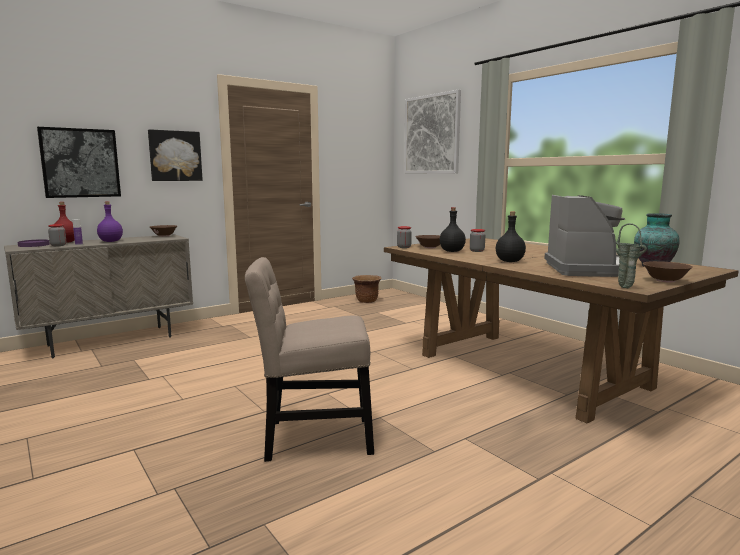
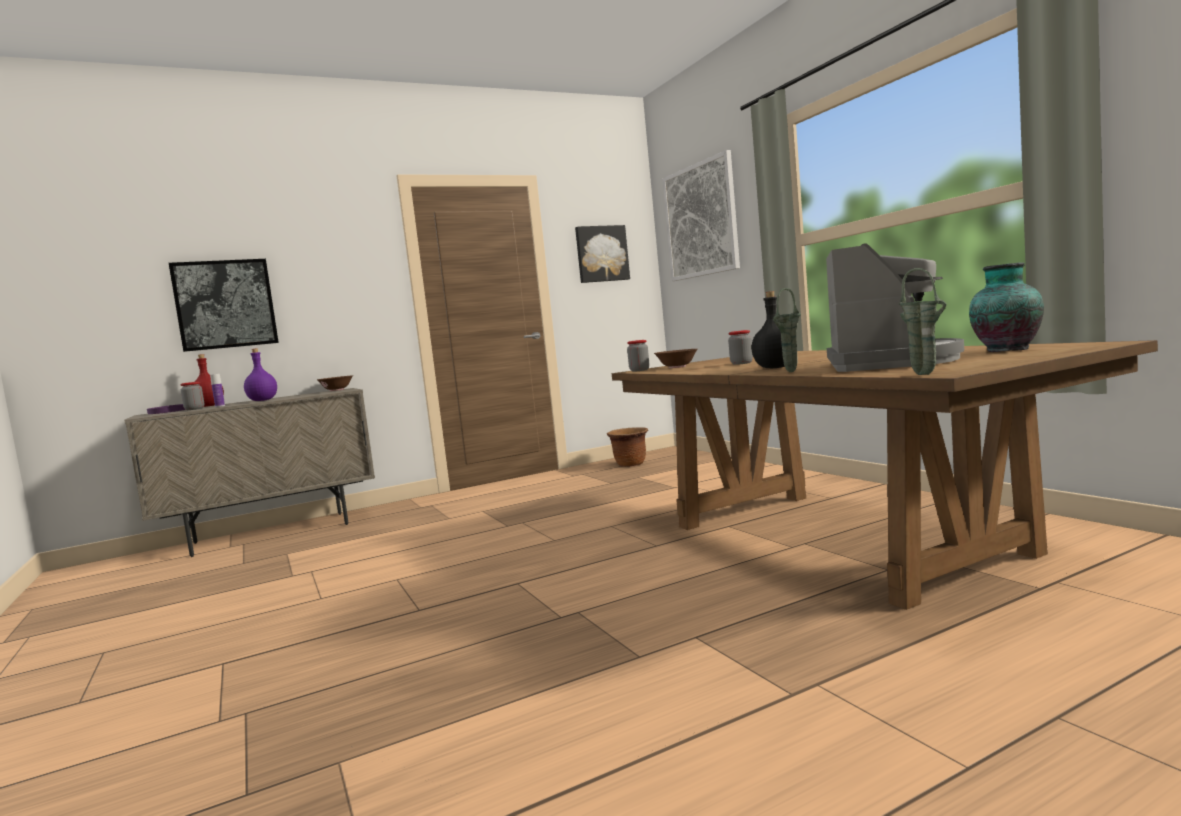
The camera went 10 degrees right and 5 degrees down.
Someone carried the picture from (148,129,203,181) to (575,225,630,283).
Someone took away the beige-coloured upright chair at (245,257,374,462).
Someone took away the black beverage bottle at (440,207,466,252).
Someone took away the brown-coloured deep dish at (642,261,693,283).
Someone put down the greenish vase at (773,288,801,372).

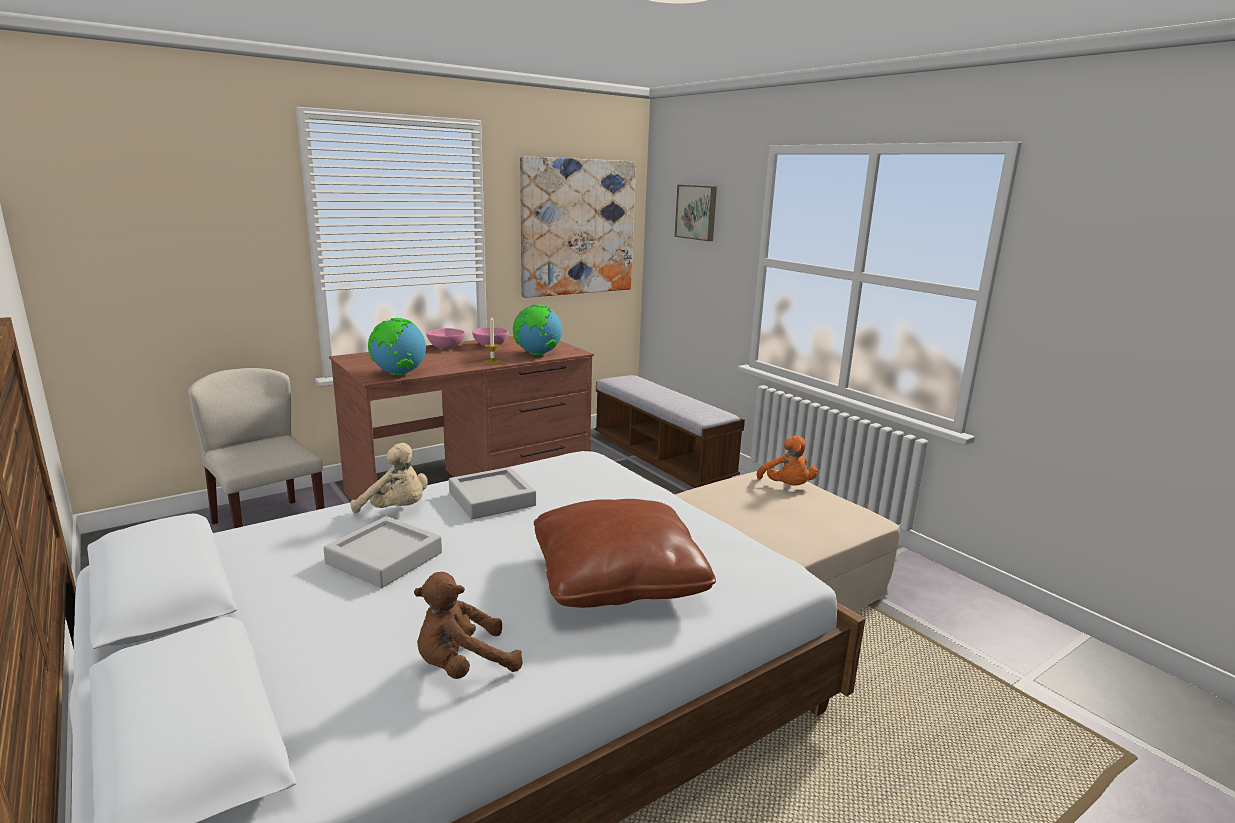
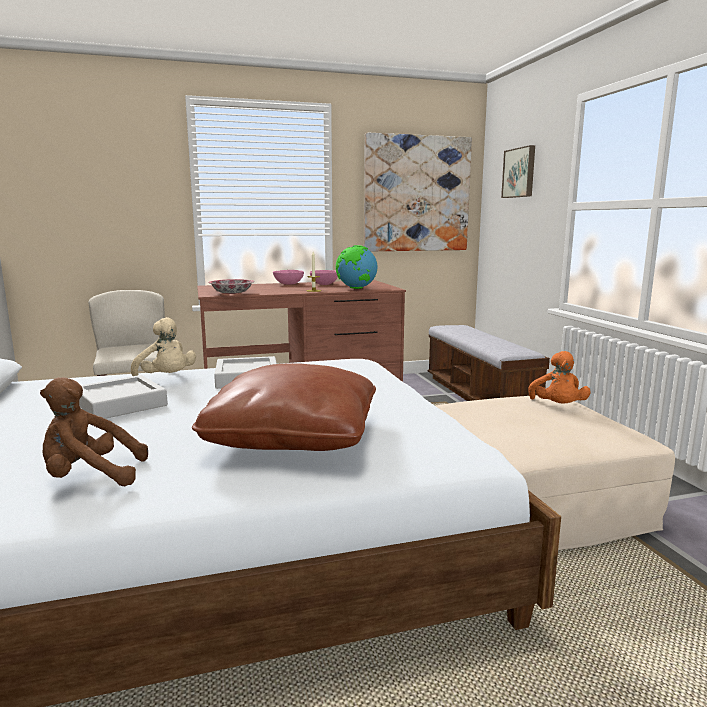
The camera went 20 degrees right and 5 degrees down.
Someone swapped the desk globe at (368,318,426,375) for the deep dish at (209,279,254,294).

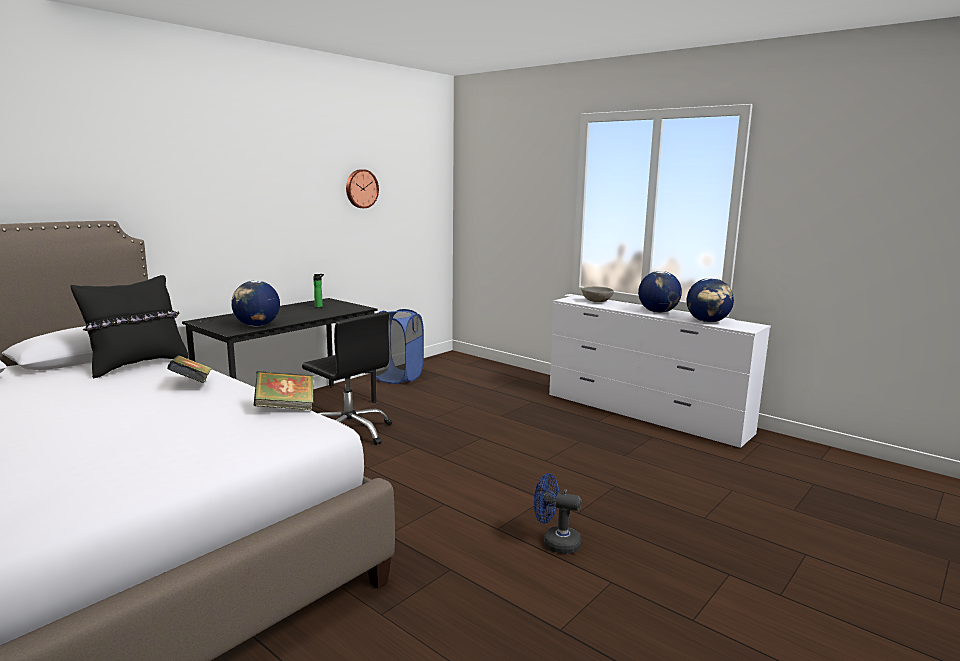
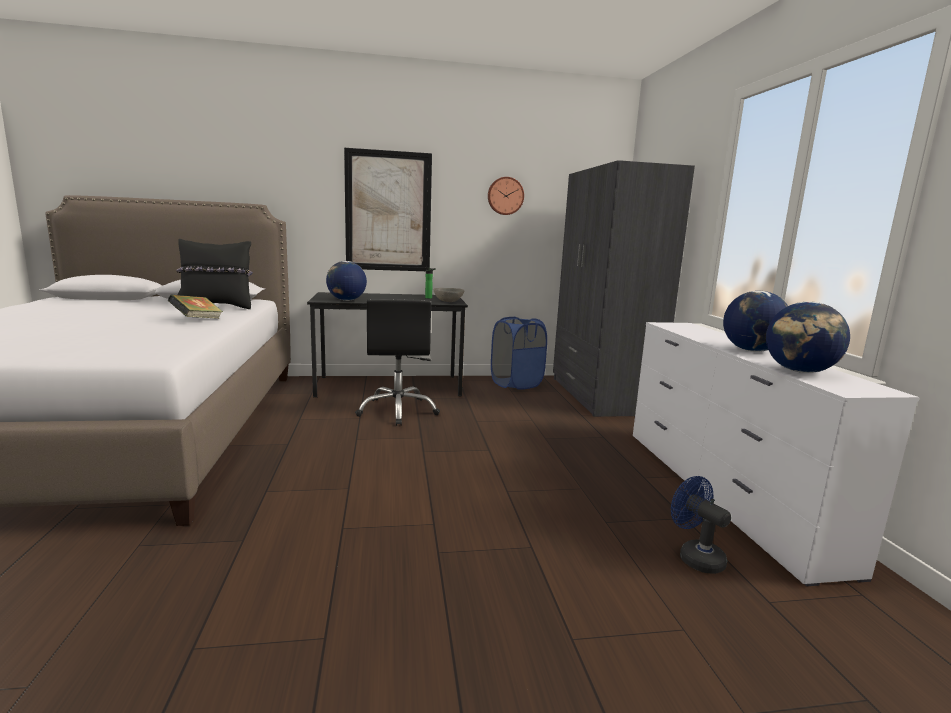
The camera went 40 degrees right and 0 degrees up.
Someone took away the book at (254,371,314,410).
Someone carried the blue-coloured fan from (534,473,581,554) to (671,476,731,574).
Someone carried the grey deep dish from (581,287,614,302) to (433,288,464,302).
Someone put up the picture at (344,148,432,271).
Someone put down the grey clothes cupboard at (553,160,695,417).

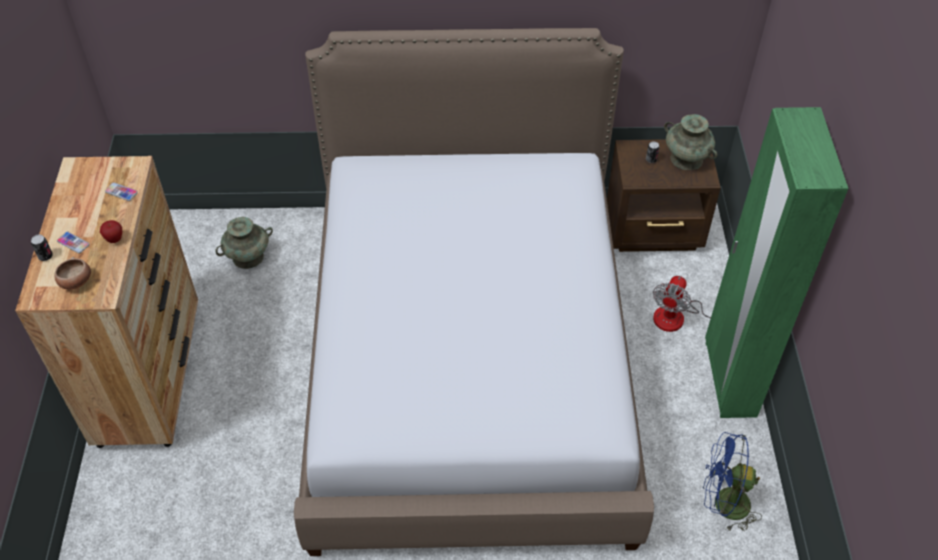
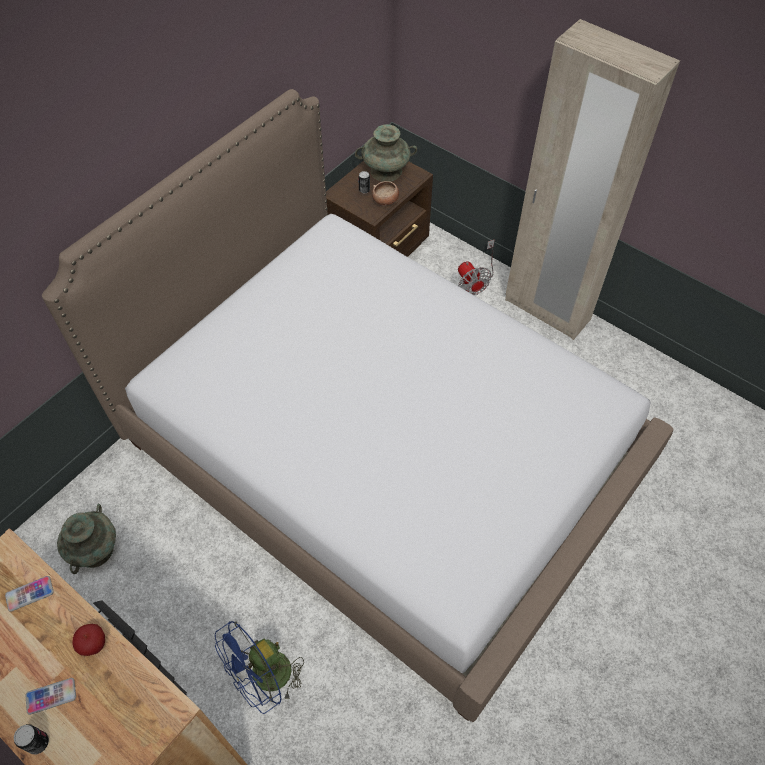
The camera went 50 degrees left and 5 degrees up.
Someone carried the deep dish from (54,257,91,289) to (372,181,399,206).
Someone carried the blue-coloured fan from (703,432,762,532) to (215,621,304,714).
Someone repainted the greenish clothes cupboard at (705,107,848,418), which became the beige-coloured clothes cupboard at (505,19,680,340).

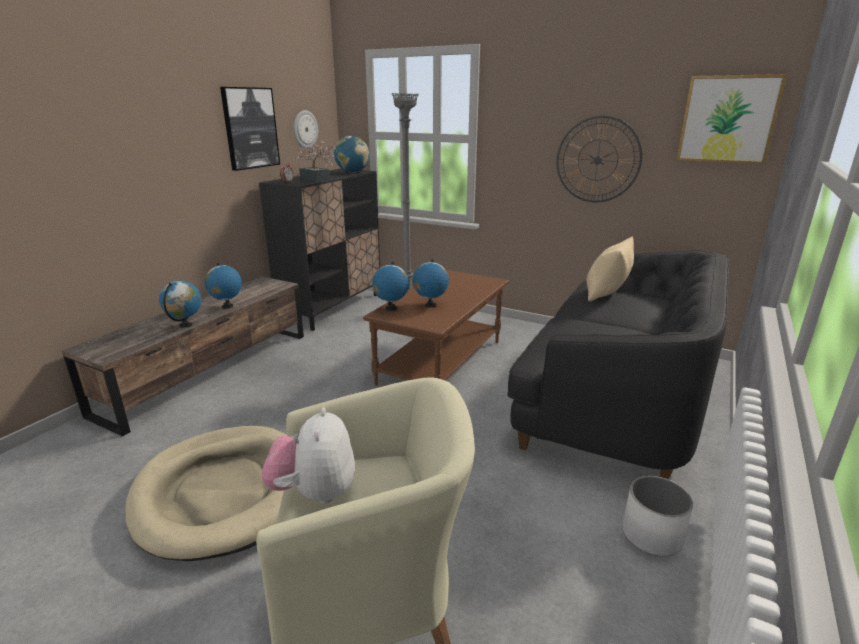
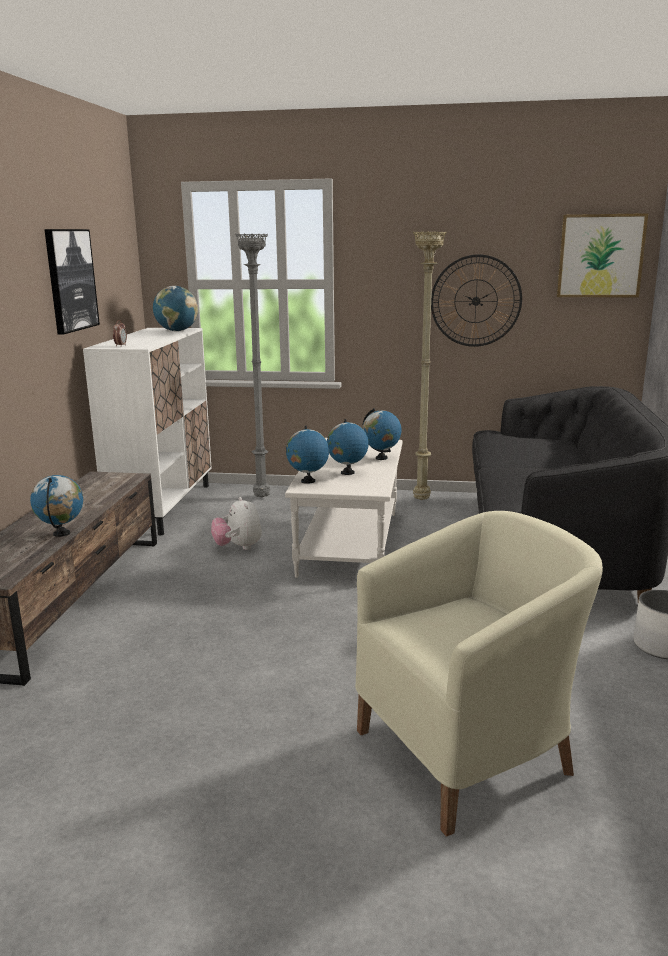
The camera went 20 degrees left and 5 degrees down.
Someone took away the beige-coloured dog cushion at (125,426,287,561).
Someone carried the desk globe from (205,263,242,309) to (362,408,402,460).
Someone repainted the black cupboard at (259,169,380,331), which became the white cupboard at (83,328,212,535).
Someone carried the cuddly toy from (261,407,355,504) to (211,497,262,550).
Someone took away the plant in a pot at (293,141,335,181).
Someone took away the hanging clock at (294,110,318,149).
Someone repainted the brown-coloured lounge table at (363,270,509,386), which became the white lounge table at (285,438,403,578).
Someone took away the beige-coloured cushion at (587,236,634,301).
Someone put down the beige-coloured standard lamp at (413,231,446,500).

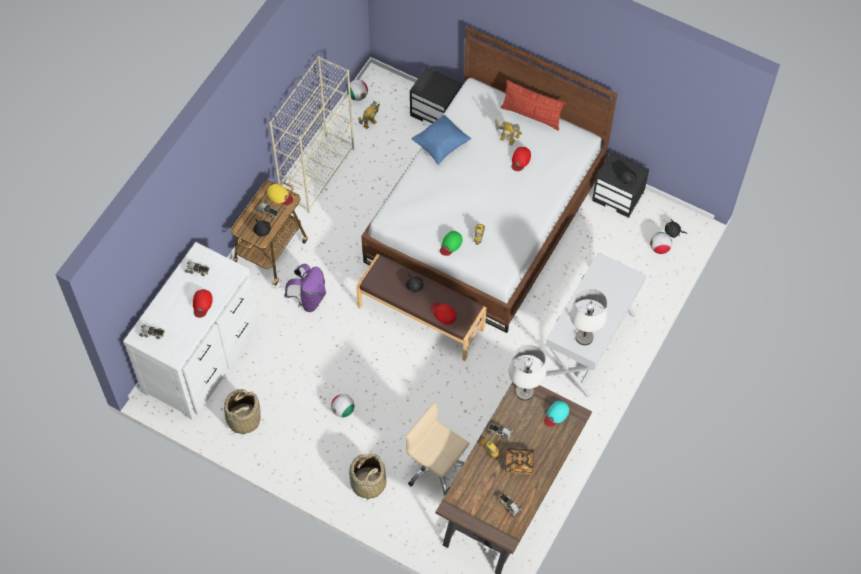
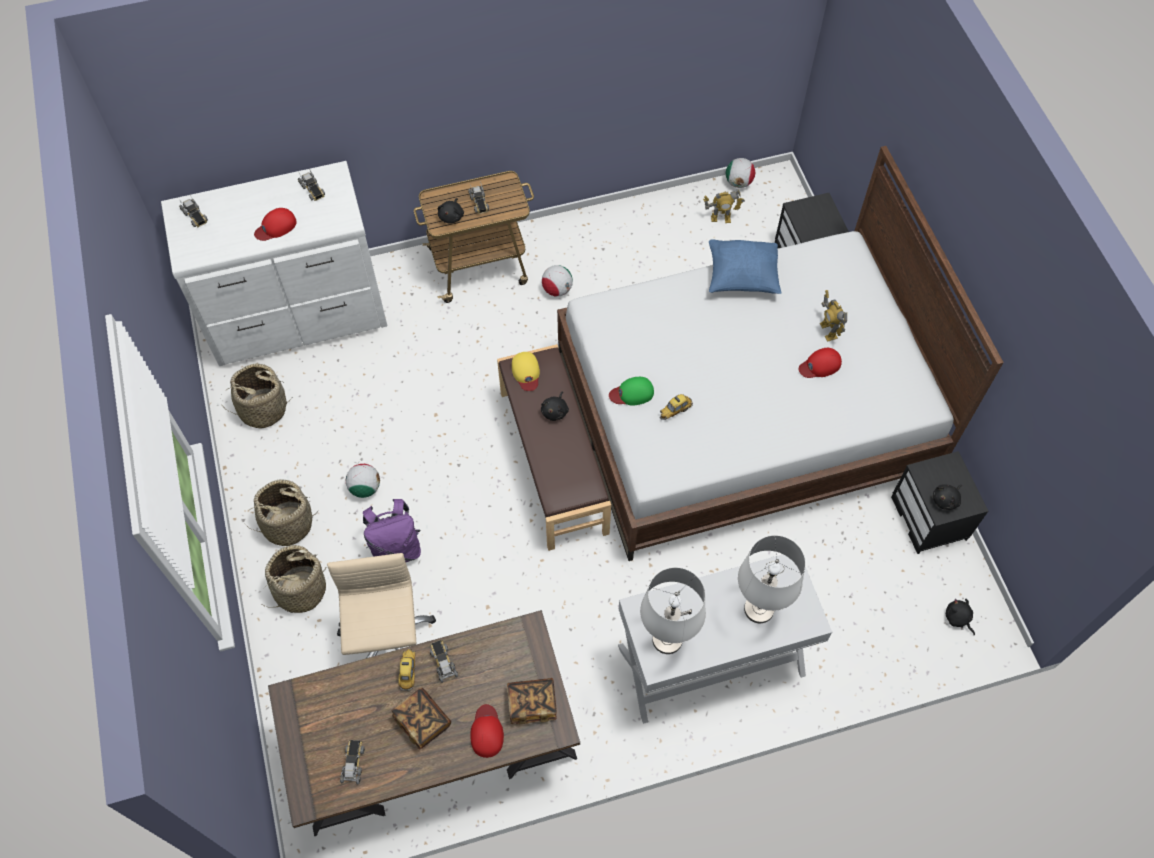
The camera went 45 degrees right and 0 degrees up.
Someone carried the yellow-coloured peaked cap from (267,184,293,205) to (512,352,540,391).
Someone took away the beige-coloured shelving unit at (269,56,354,213).
Someone carried the purplish knapsack from (284,264,326,312) to (363,499,421,562).
Someone carried the red peaked cap from (431,303,456,325) to (470,704,504,758).
Someone took away the cushion at (500,80,565,131).
Someone carried the white tabletop lamp from (509,345,546,401) to (738,535,805,623).
Someone swapped the blue-green peaked cap at (544,401,569,427) for the book at (507,678,557,724).
Someone carried the football from (650,232,672,254) to (542,265,573,296).
Someone put down the storage basket at (244,479,318,546).

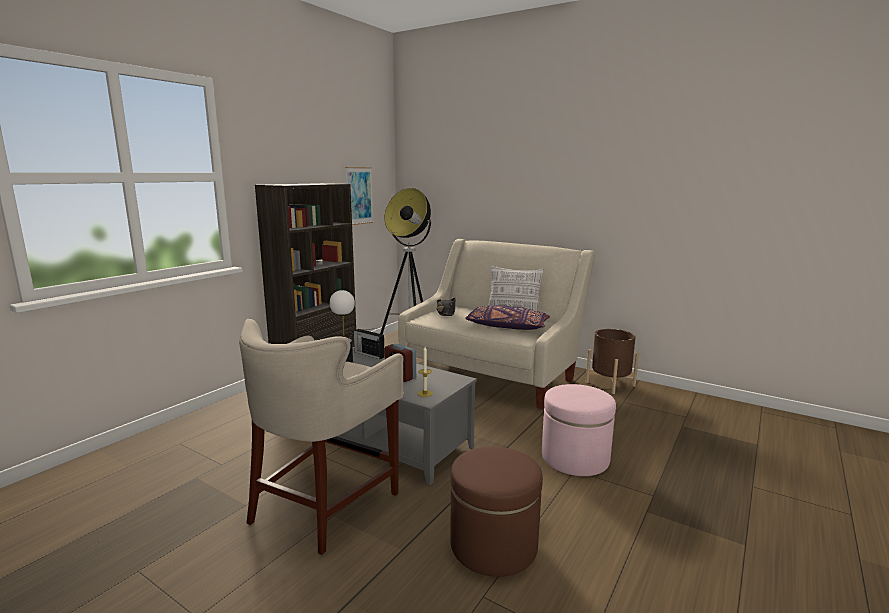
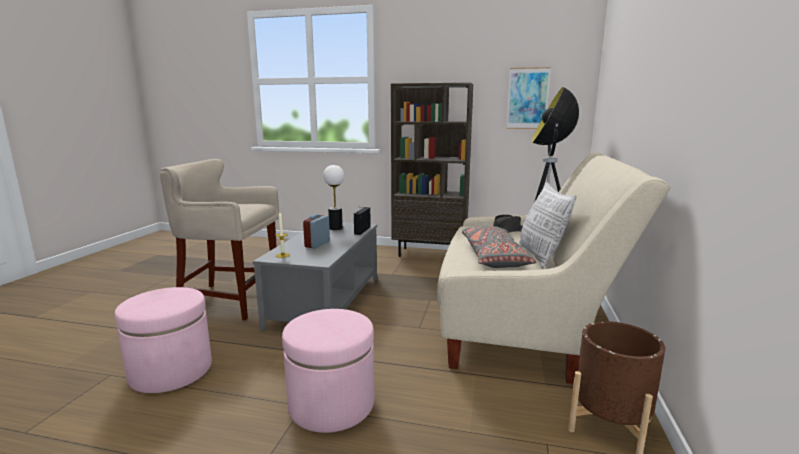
The camera went 70 degrees right and 0 degrees up.
Someone repainted the brown-coloured footrest at (450,446,543,577), which became the pink footrest at (115,287,212,393).
Someone repainted the purplish cushion at (465,305,550,330), which became the grey cushion at (462,226,536,268).

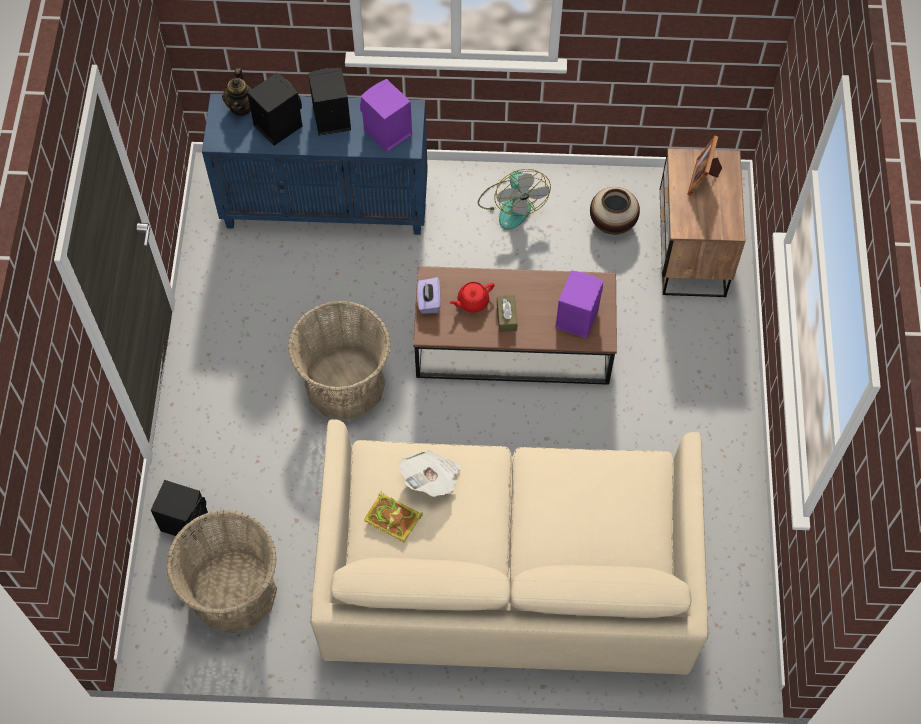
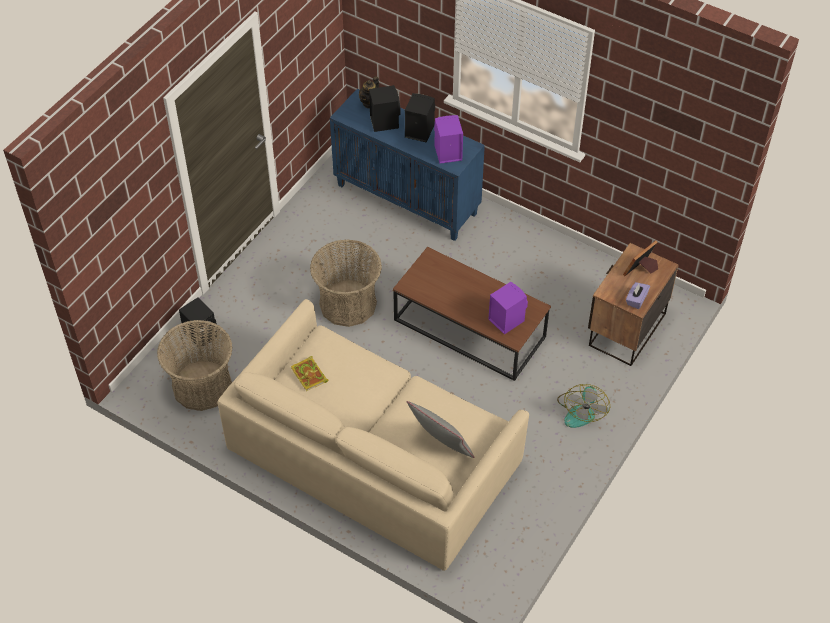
The camera went 30 degrees right and 10 degrees down.
Someone took away the printed paper at (399,450,461,497).
Someone carried the purplish tissue box from (417,277,441,314) to (626,282,650,309).
Someone took away the red tea pot at (449,282,494,313).
Someone carried the fan from (478,169,551,230) to (557,384,610,428).
Someone took away the brown-coloured tissue box at (497,295,518,332).
Someone took away the vase at (590,187,640,235).
Someone put down the grey cushion at (407,401,475,458).

